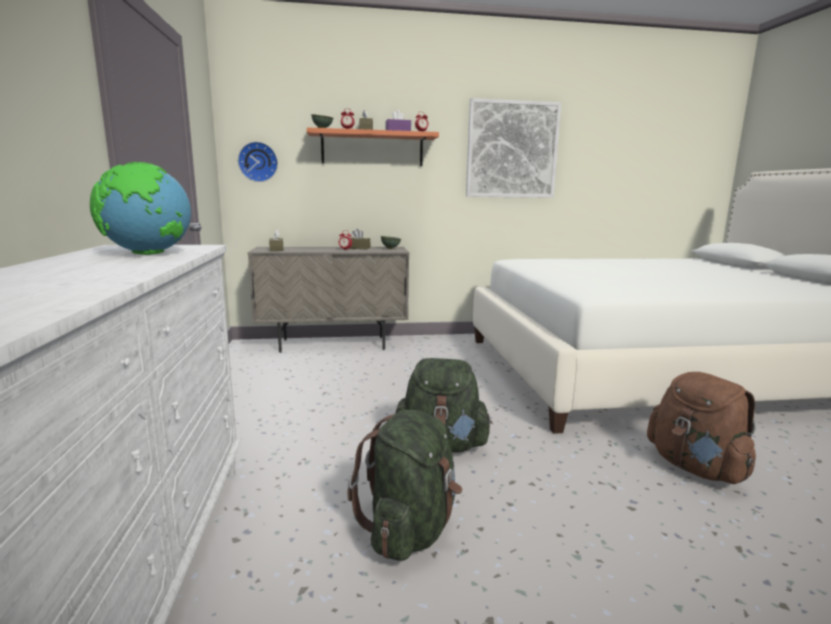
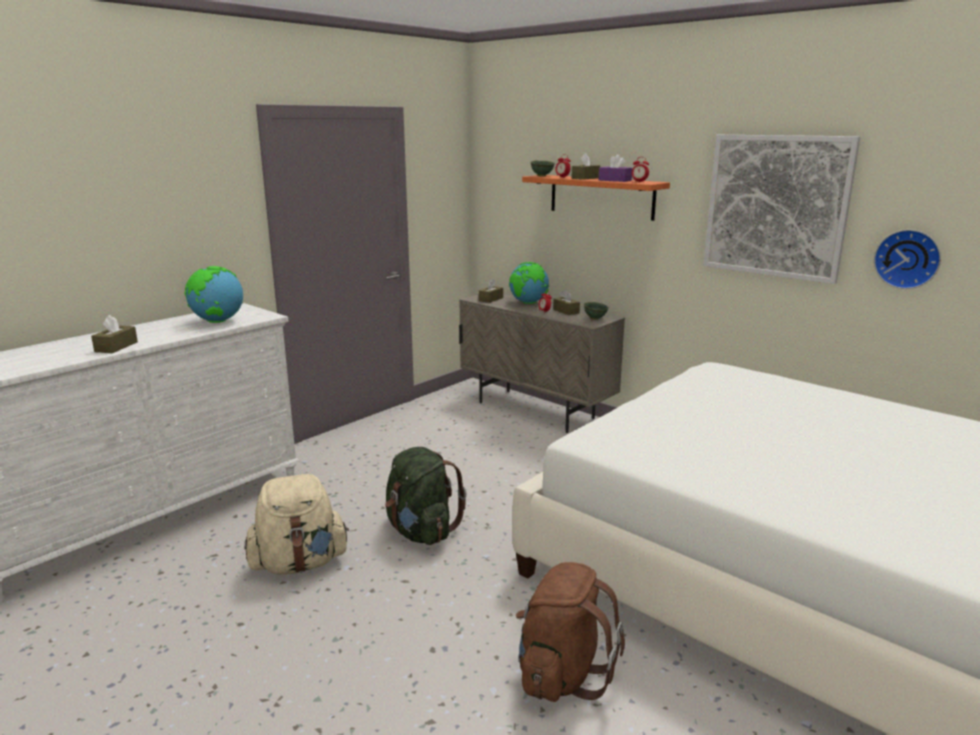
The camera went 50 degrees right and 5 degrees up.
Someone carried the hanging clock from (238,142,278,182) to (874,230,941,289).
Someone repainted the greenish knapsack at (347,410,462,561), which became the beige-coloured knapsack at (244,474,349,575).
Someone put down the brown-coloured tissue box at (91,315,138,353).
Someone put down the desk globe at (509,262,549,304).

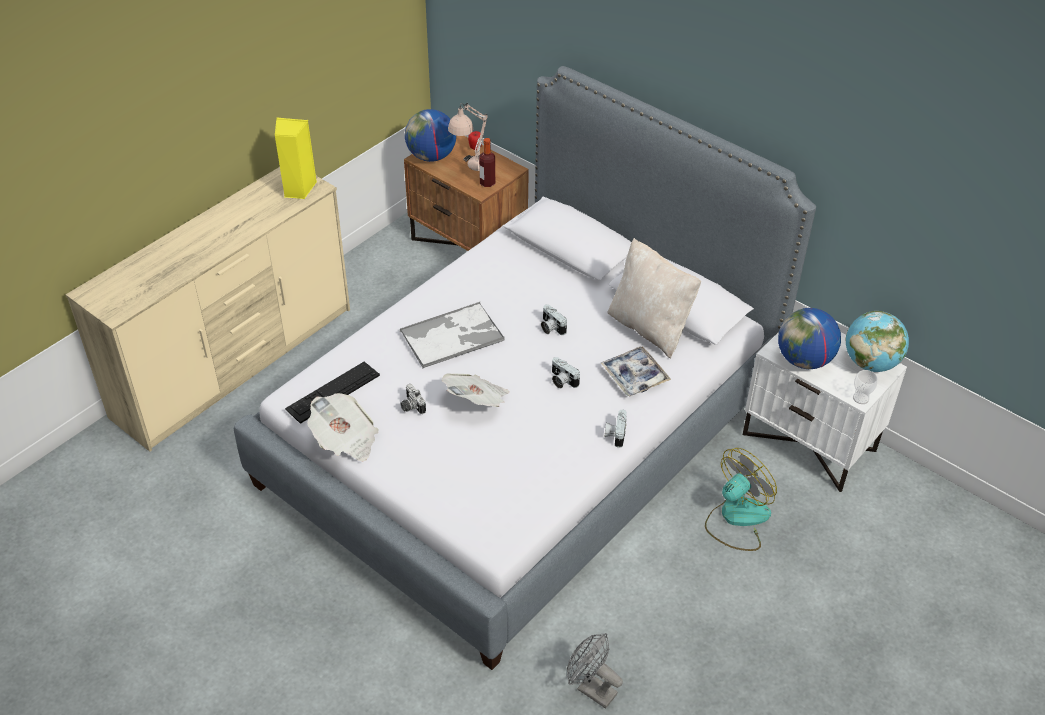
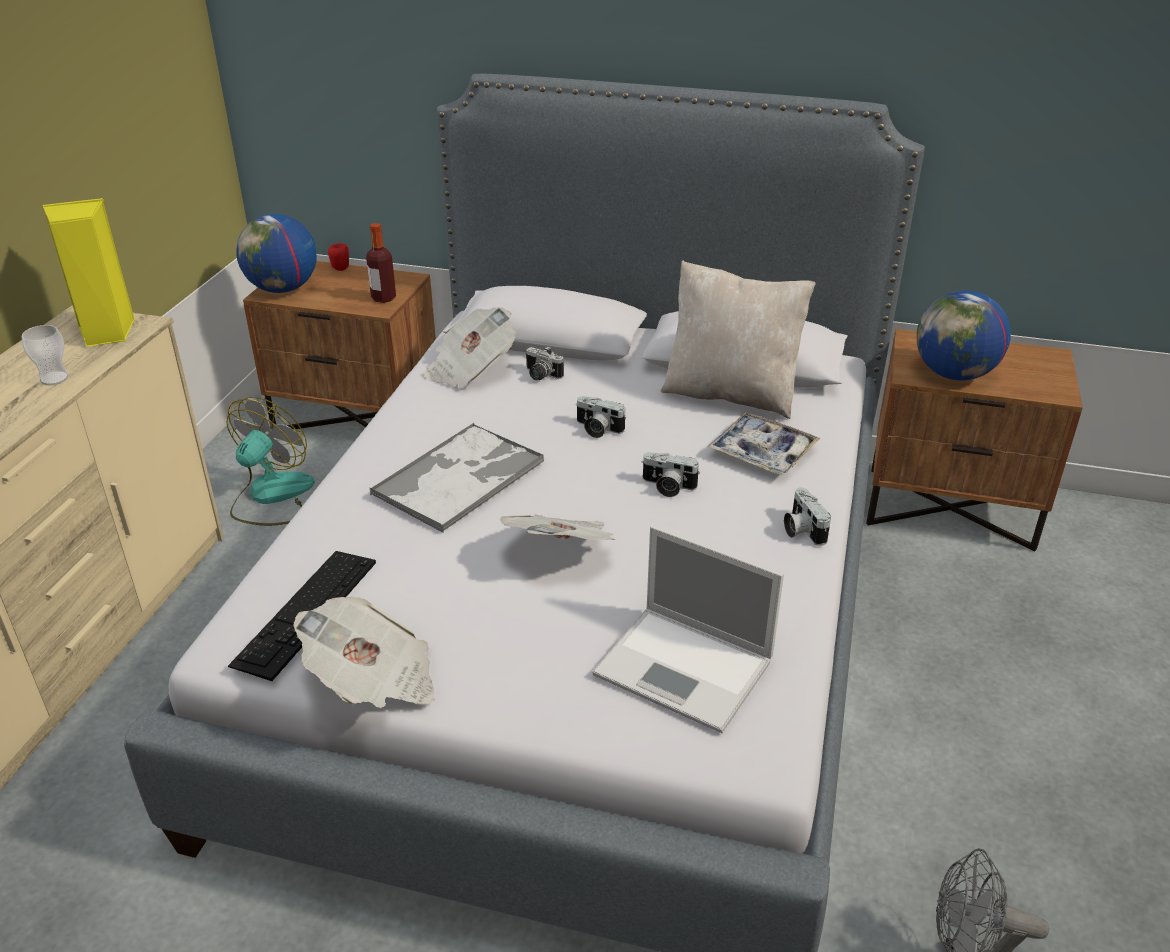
The camera went 25 degrees left and 10 degrees down.
Someone carried the still camera from (400,384,426,414) to (526,346,564,380).
Someone took away the beige-coloured tabletop lamp at (448,103,488,171).
Someone carried the fan from (705,448,777,551) to (226,397,315,526).
Someone repainted the white bedside table at (743,332,907,492), which became the brown-coloured bedside table at (866,329,1083,551).
Someone took away the desk globe at (846,311,909,372).
Someone carried the small cup from (853,370,878,404) to (22,325,69,385).
Someone put down the printed paper at (423,307,515,388).
Someone put down the laptop at (592,525,784,733).

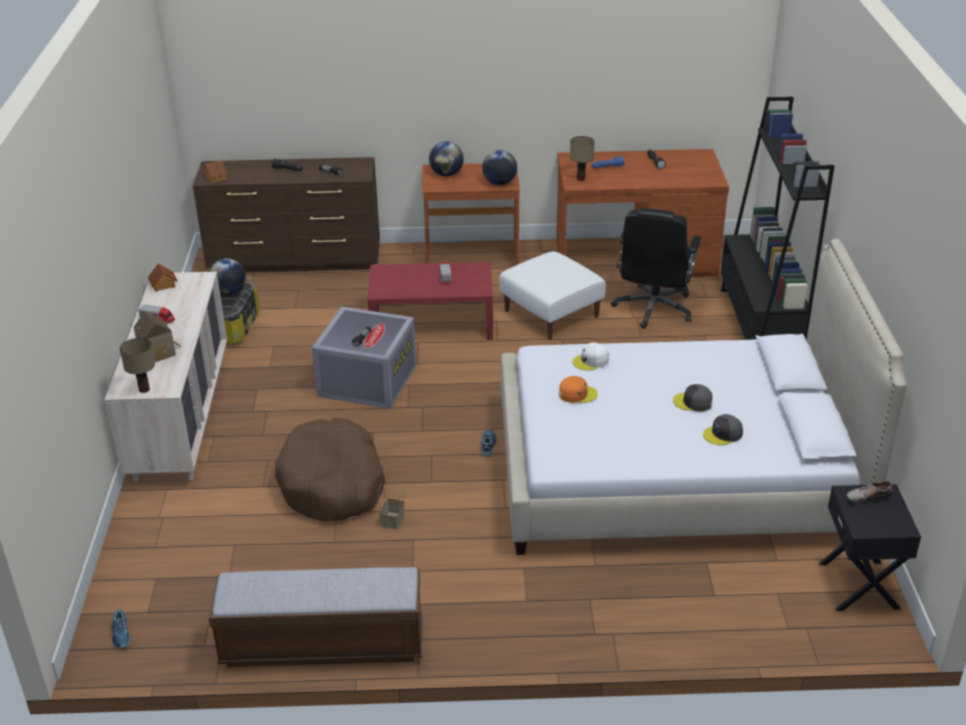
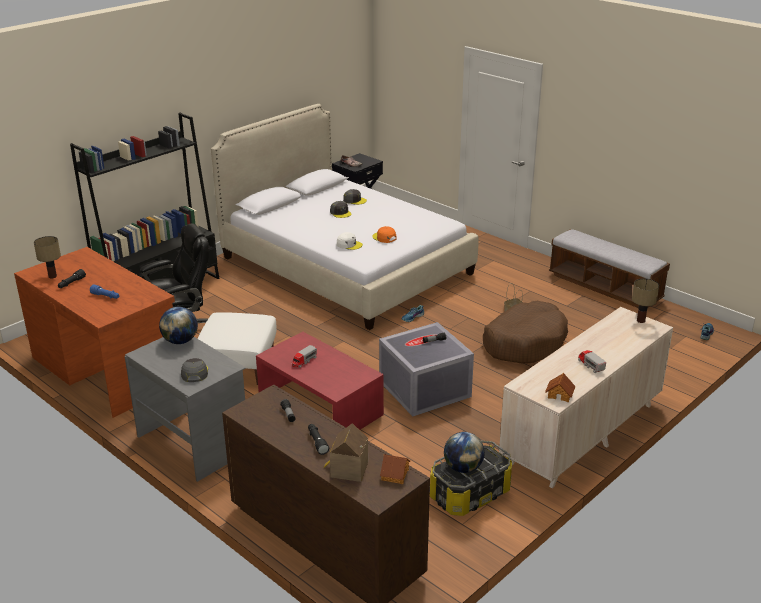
The camera went 135 degrees left and 5 degrees down.
Someone carried the toy house from (134,310,181,362) to (324,423,368,482).
Someone repainted the brown-coloured desk table at (422,163,520,265), which became the grey desk table at (125,337,245,482).
Someone swapped the desk globe at (429,141,464,176) for the grey peaked cap at (181,358,208,382).
Someone carried the tabletop lamp from (570,136,595,181) to (34,236,61,278).

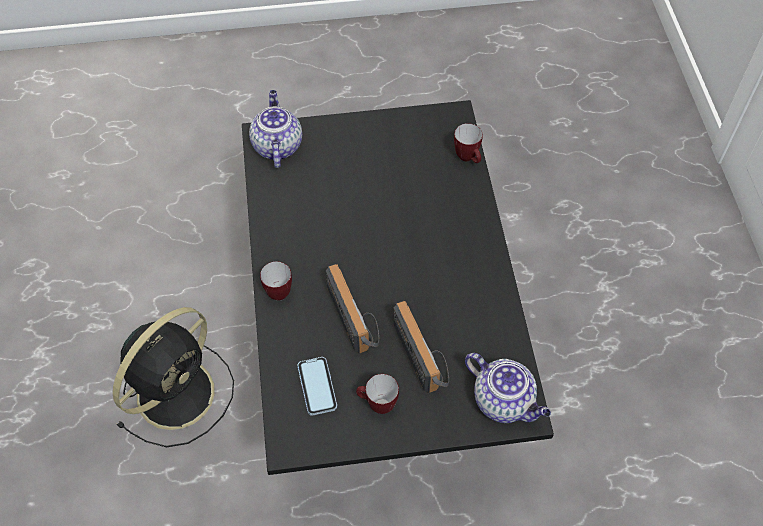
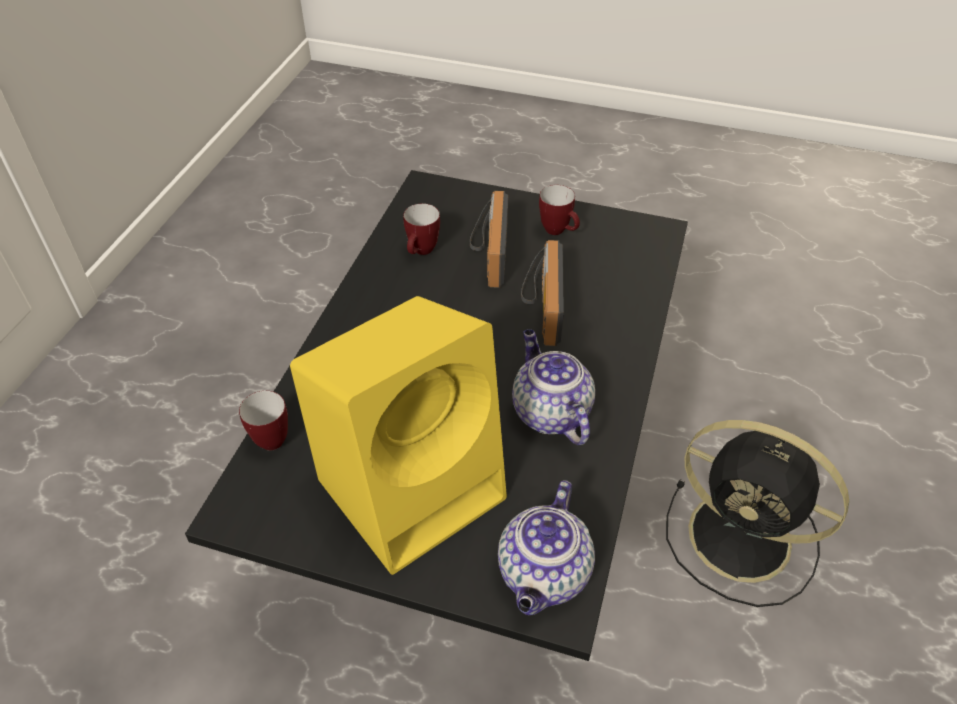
The camera went 155 degrees left and 10 degrees down.
Someone rotated the black fan at (113,307,234,447) by 120 degrees counterclockwise.
Someone carried the tea mug from (260,261,292,301) to (403,204,440,255).
Someone took away the telephone at (298,357,337,416).
Someone carried the tea pot from (465,353,551,423) to (512,329,595,445).
Someone put down the yellow-coloured loudspeaker at (290,296,507,575).

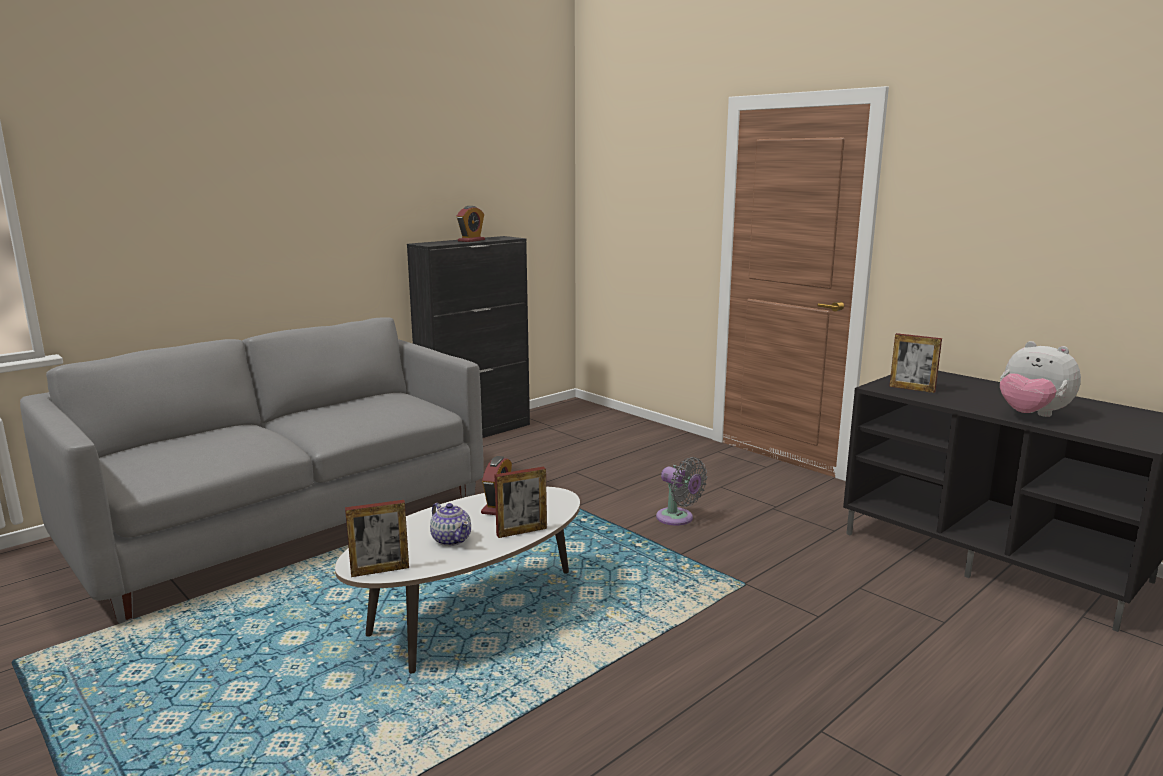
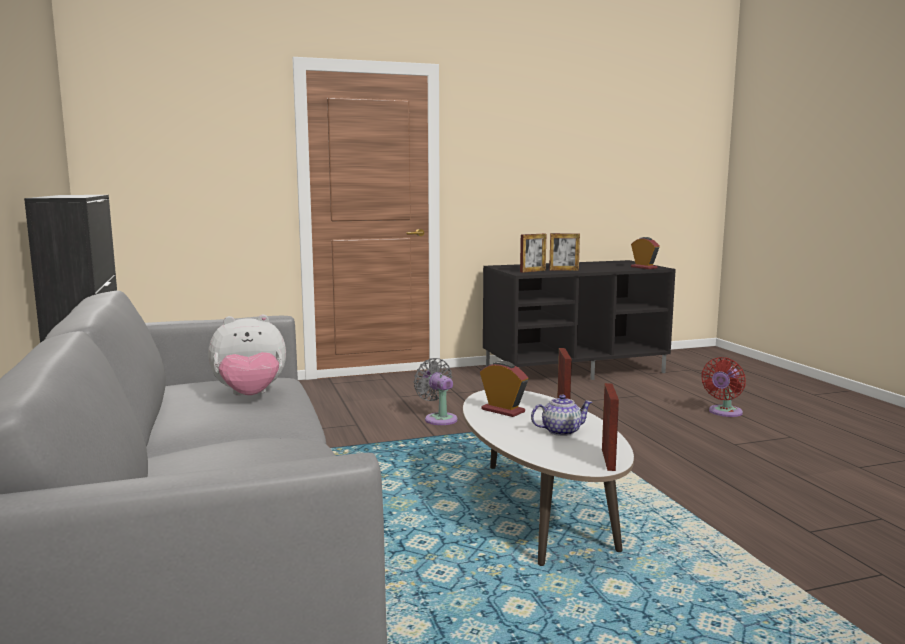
The camera went 65 degrees left and 5 degrees down.
Someone carried the bedside clock from (457,206,485,242) to (631,237,660,269).
Someone rotated the grey fan at (656,457,707,526) by 105 degrees counterclockwise.
Someone carried the cuddly toy from (1000,341,1081,417) to (208,315,286,396).
Someone put down the standing frame at (549,233,580,271).
Someone put down the red fan at (701,357,746,417).

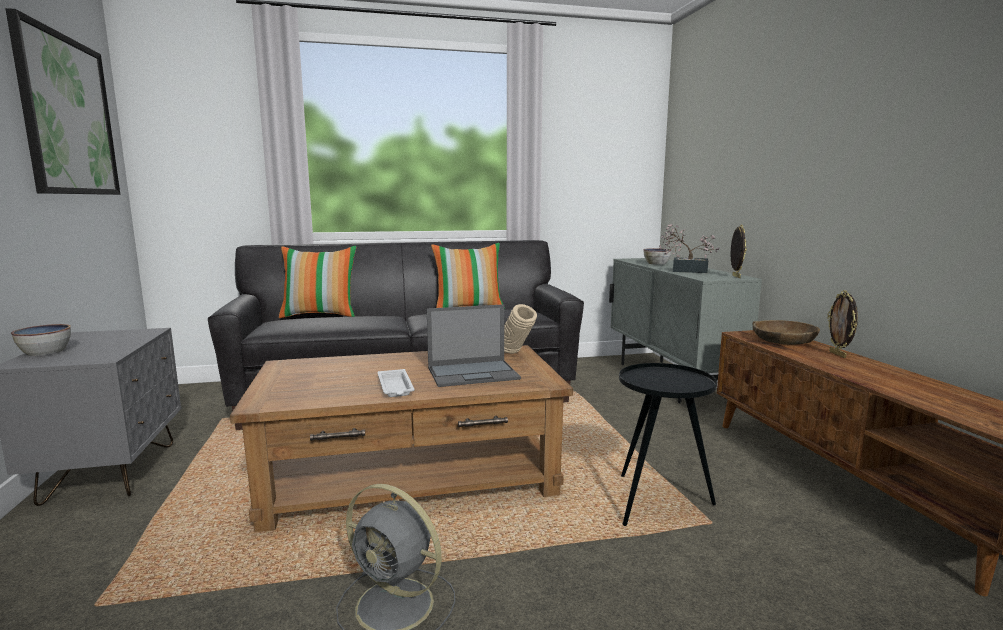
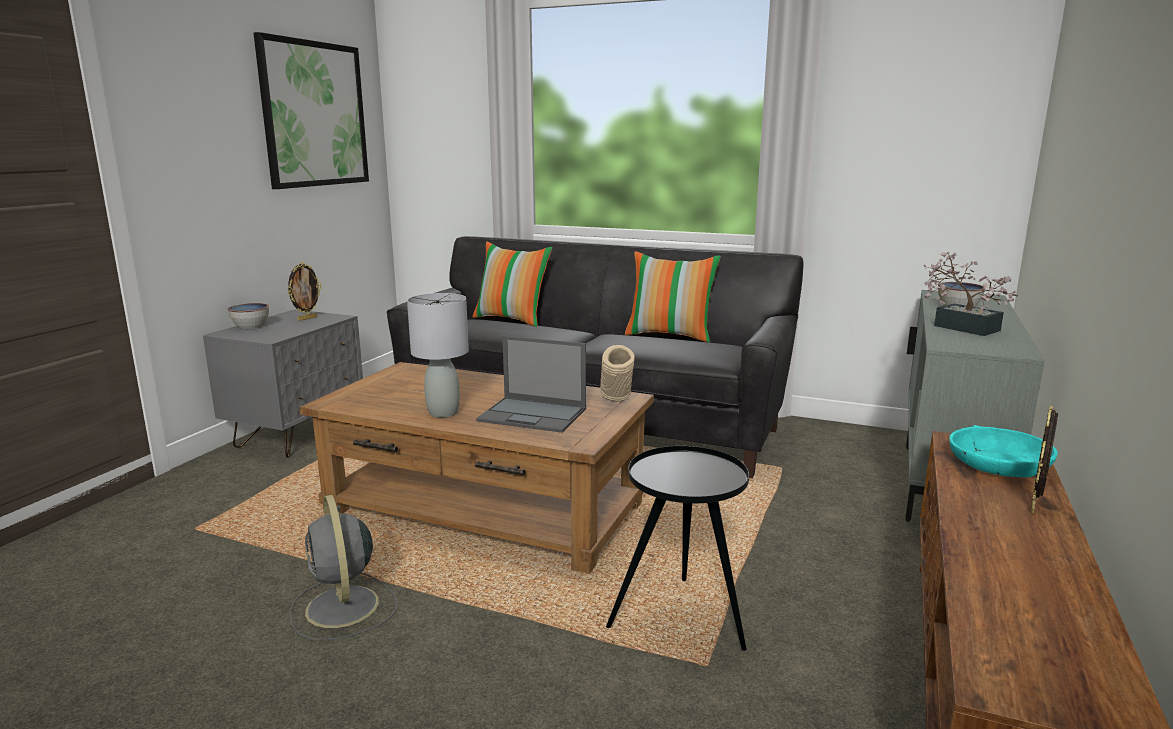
The camera went 35 degrees right and 5 degrees up.
Someone swapped the white serving tray at (378,369,414,397) for the grey tabletop lamp at (407,293,469,418).
Someone carried the standing frame from (731,225,747,278) to (287,262,322,321).
Someone repainted the brown-coloured deep dish at (753,320,820,345), which became the blue-green deep dish at (949,425,1058,477).

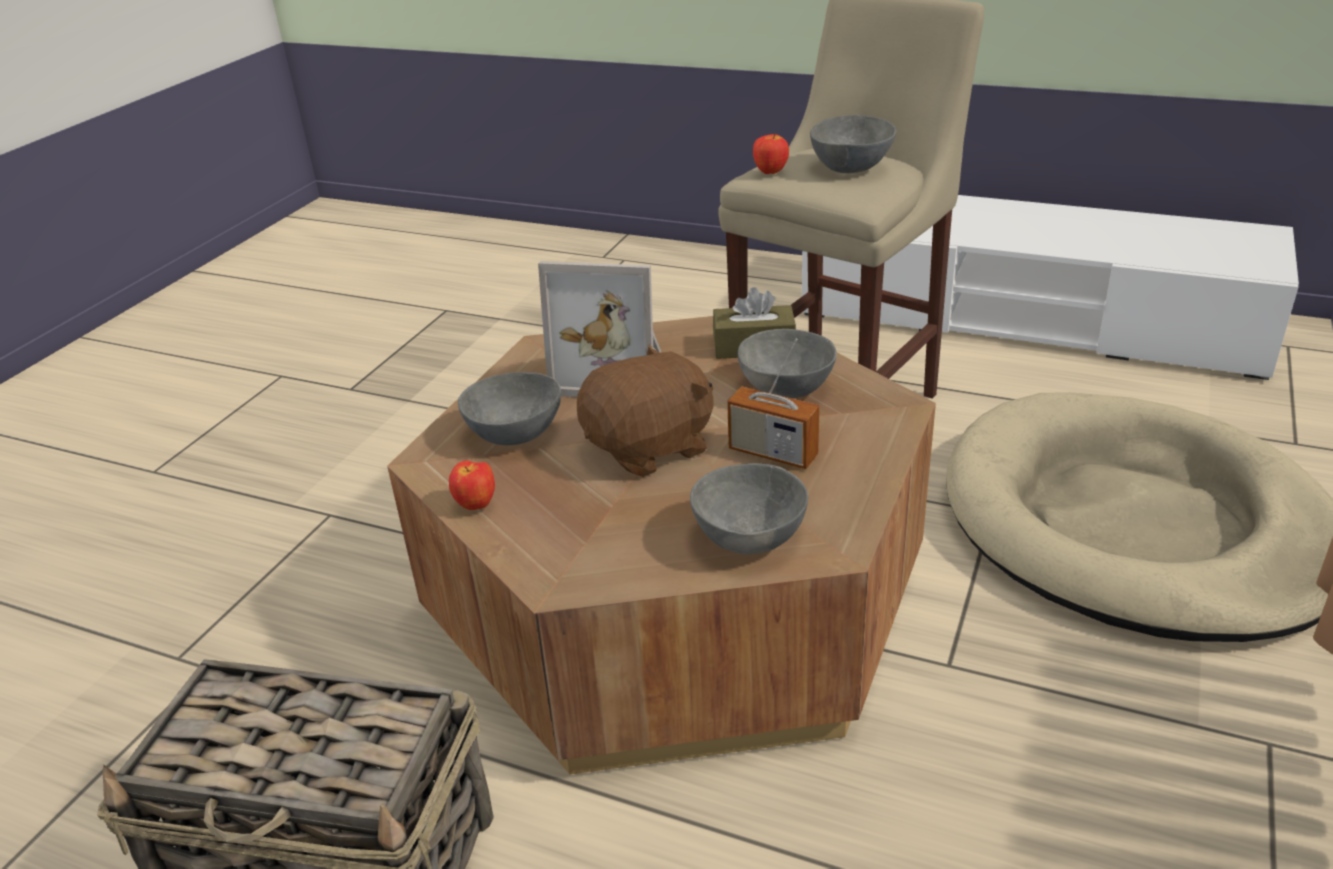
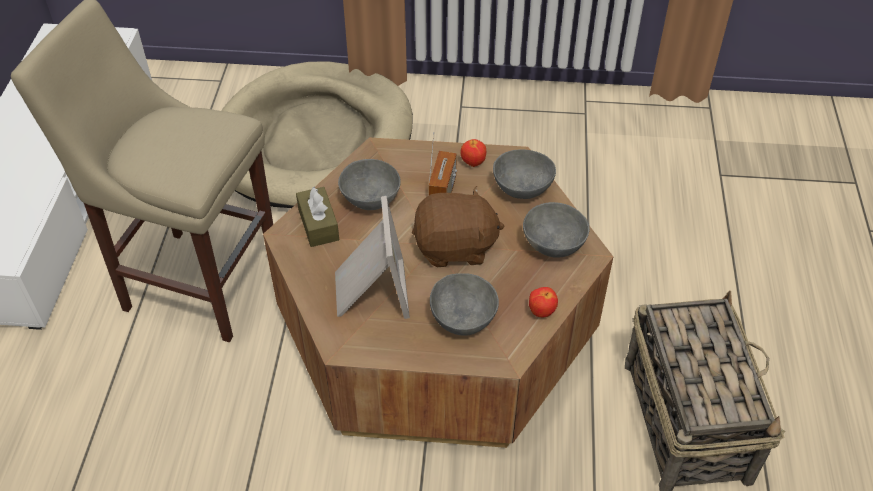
The camera went 110 degrees left and 15 degrees up.
Someone rotated the brown-coloured cuddly toy at (577,344,714,477) by 135 degrees clockwise.
Someone carried the apple from (753,133,789,174) to (460,139,486,167).
Someone carried the grey deep dish from (810,115,896,173) to (523,202,590,258).

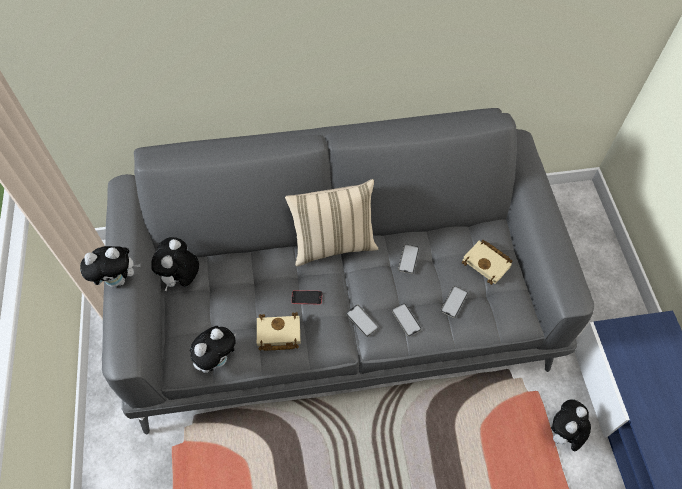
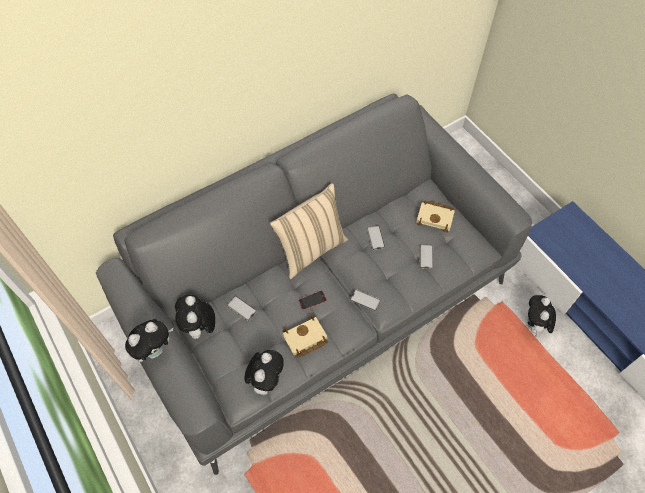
The camera went 25 degrees left and 0 degrees up.
Someone carried the telephone from (392,303,422,337) to (227,296,257,321).

